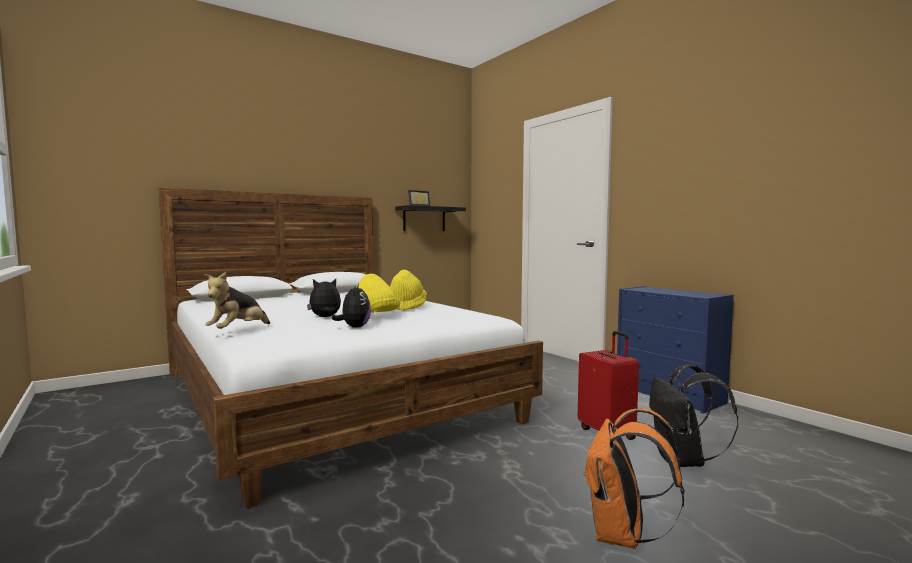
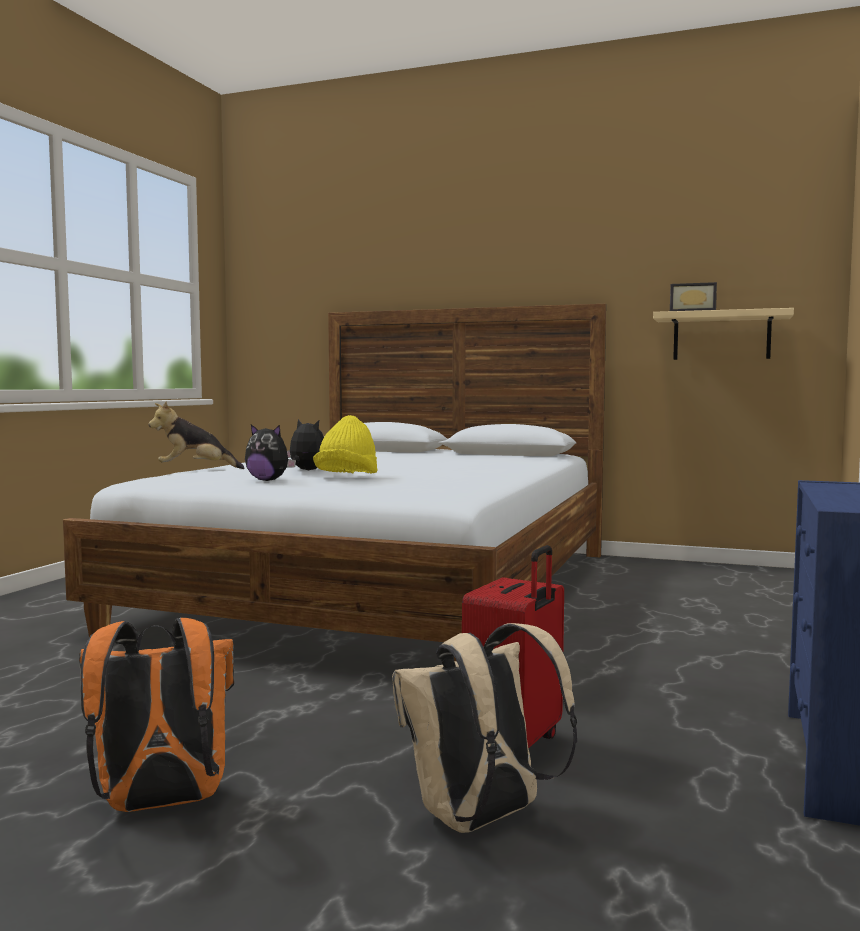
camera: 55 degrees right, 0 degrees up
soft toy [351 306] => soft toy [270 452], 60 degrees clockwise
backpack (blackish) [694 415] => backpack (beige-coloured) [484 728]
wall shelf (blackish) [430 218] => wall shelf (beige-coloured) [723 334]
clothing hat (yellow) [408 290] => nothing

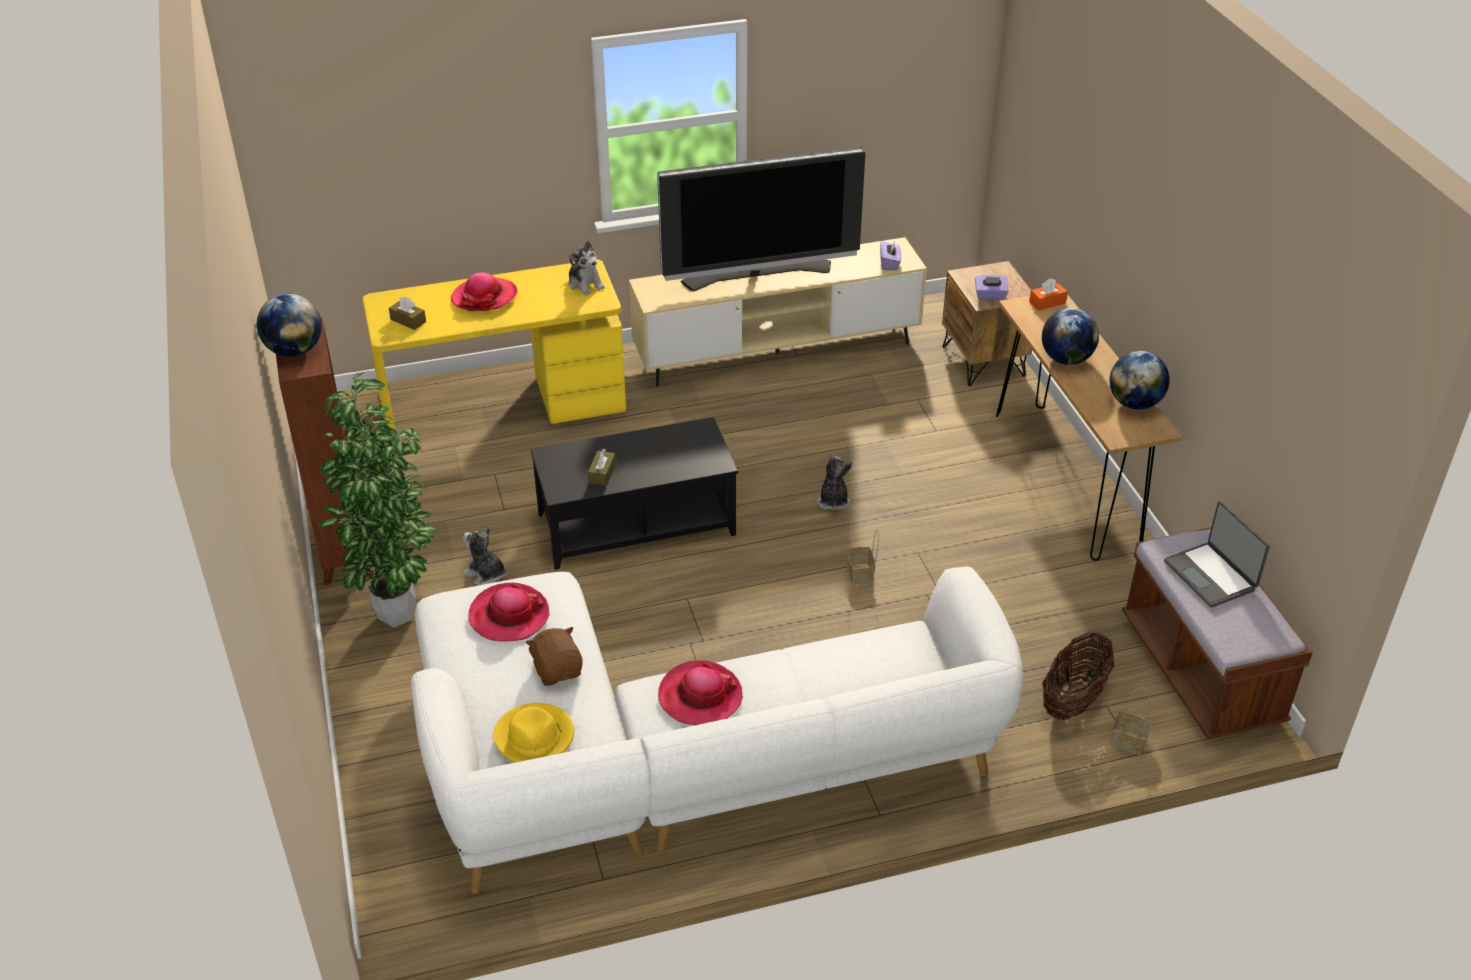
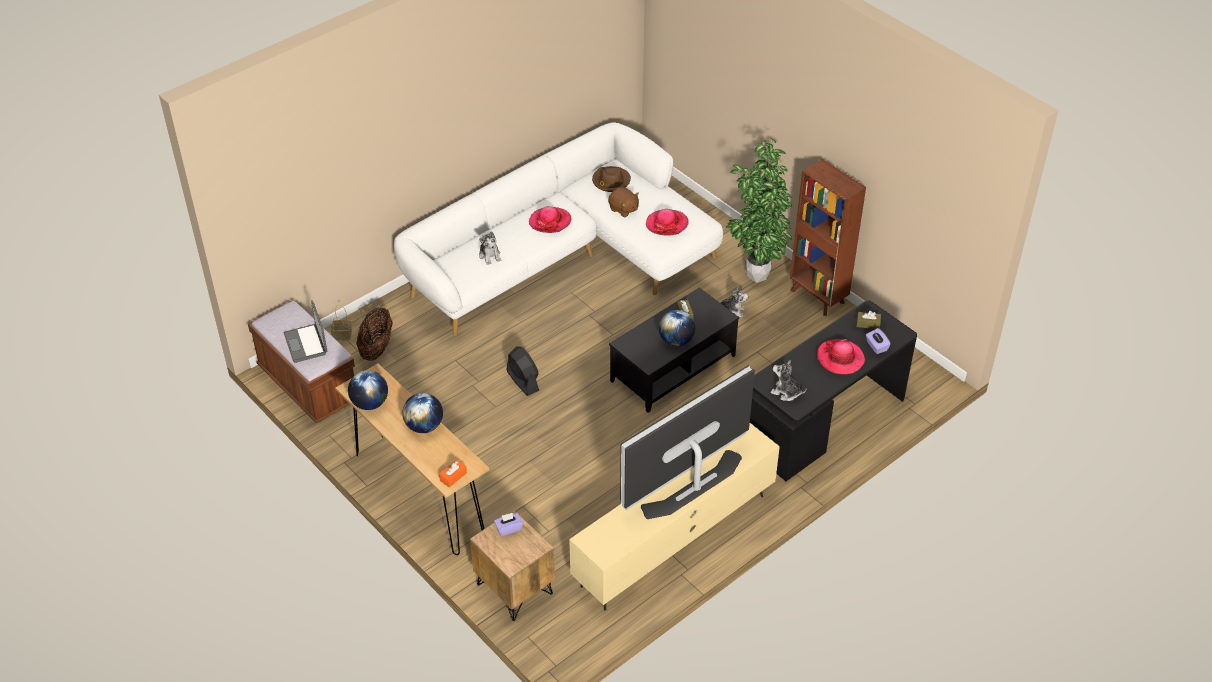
camera: 155 degrees right, 5 degrees up
portable computer [1217 554] => portable computer [305 331], 150 degrees counterclockwise
soft toy [835 483] => soft toy [490 248], move
household basket [863 557] => electric fan (blackish) [523 371]
clothing hat (yellow) [533 733] => clothing hat (brown-coloured) [611 179]
desk globe [289 325] => desk globe [677 327], move
desk unit (yellow) [494 352] => desk unit (blackish) [833 391]
box of tissues (purplish) [890 255] => box of tissues (purplish) [878 341], move

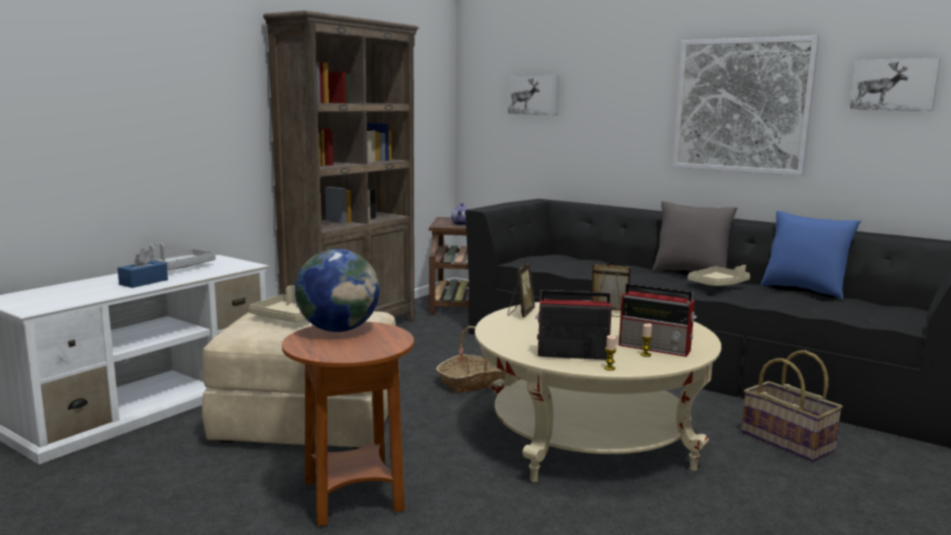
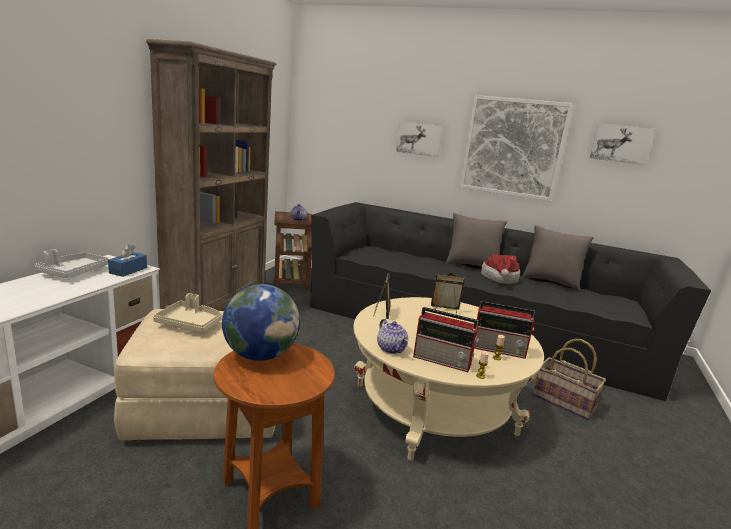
camera: 15 degrees left, 5 degrees up
box of tissues (bluish) [142 268] => box of tissues (bluish) [127 260], move
nothing => pot for tea [393 336]
picture [533 95] => picture [419 139], move
radio set [573 325] => radio set [446 339], 150 degrees counterclockwise
serving tray (beige-coloured) [719 275] => clothing hat [500 269]
throw pillow (bluish) [810 255] => throw pillow (greyish) [558 258]
household basket [471 359] => nothing

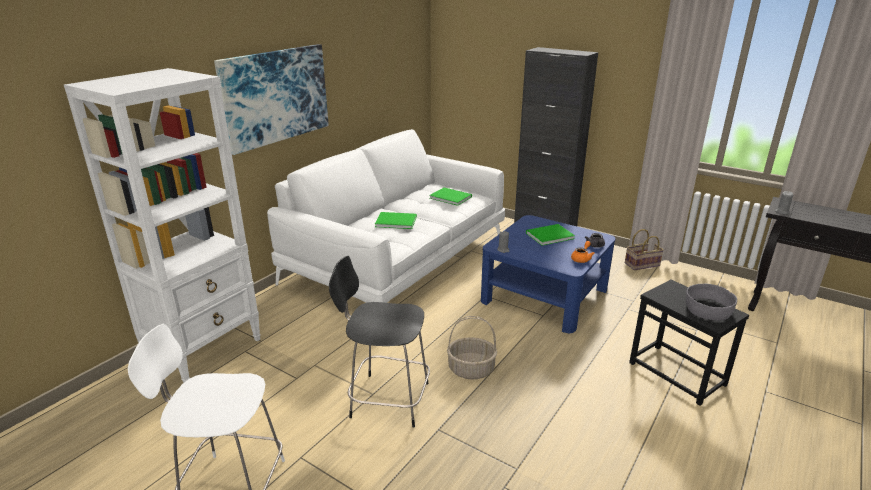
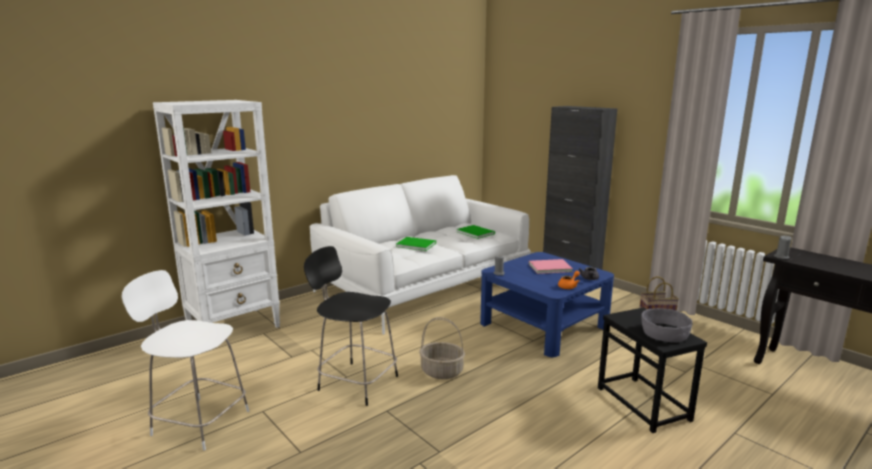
camera: 15 degrees right, 10 degrees down
bound book (green-coloured) [550 235] => bound book (pinkish) [551 266]
picture [271 99] => nothing

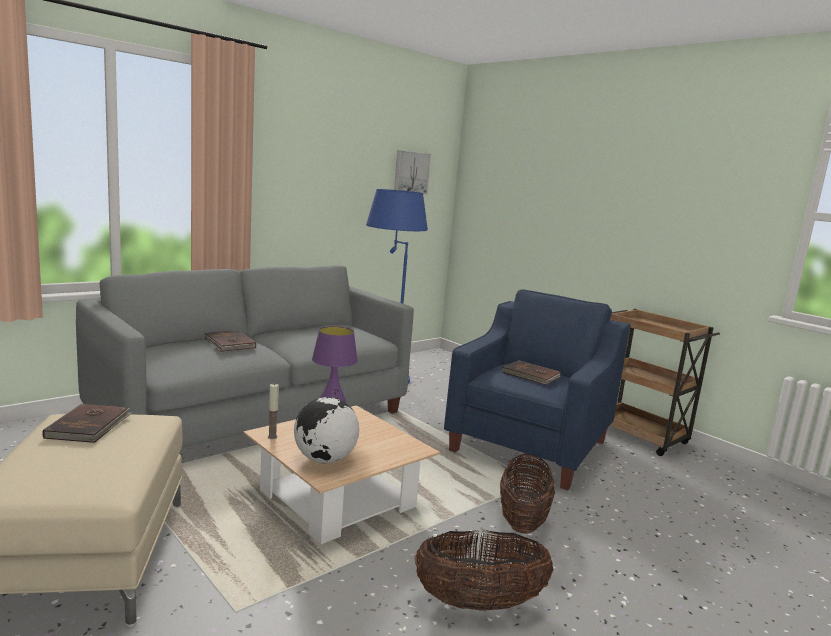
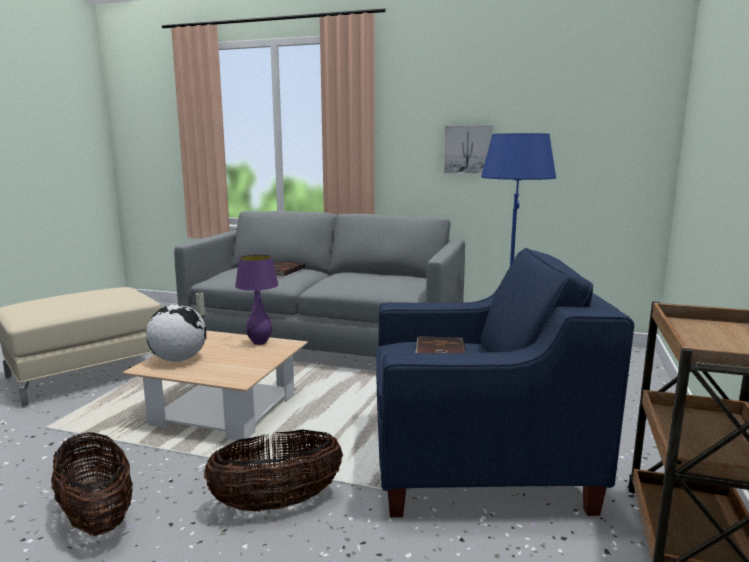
camera: 60 degrees right, 0 degrees up
picture [412 172] => picture [468 149], move
bound book (brown-coloured) [87 423] => nothing

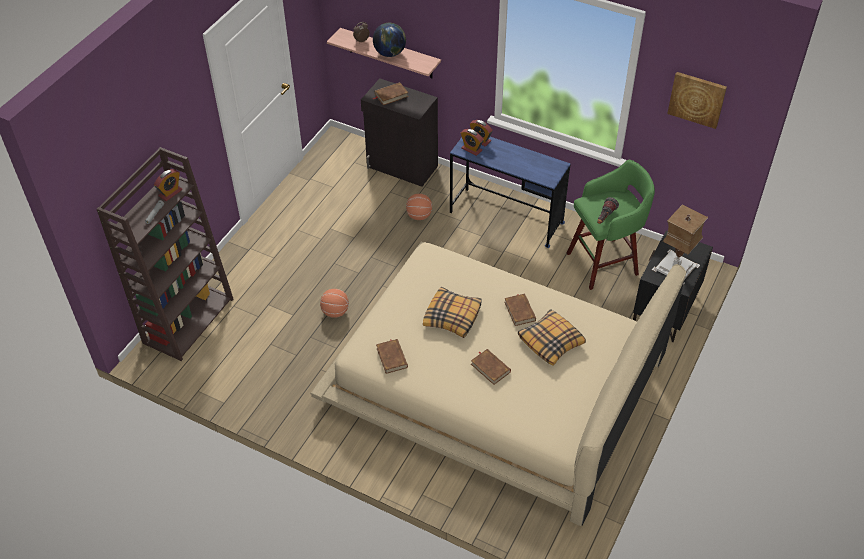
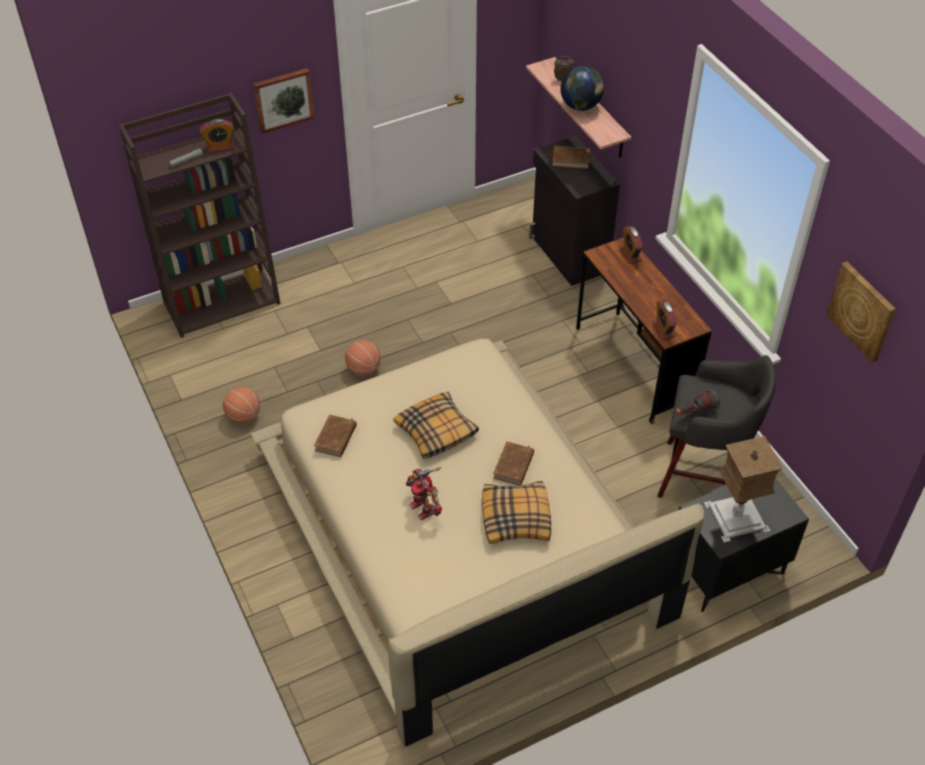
camera: 35 degrees right, 0 degrees up
ball for basketball [419 207] => ball for basketball [241 405], move
nothing => picture [284 101]
bound book (brown-coloured) [491 367] => toy robot [424 493]
desk unit (bluish) [510 192] => desk unit (brown-coloured) [644 330]
table clock [472 142] => table clock [664 320], move
stool seat (green-coloured) [611 225] => stool seat (greyish) [716 426]

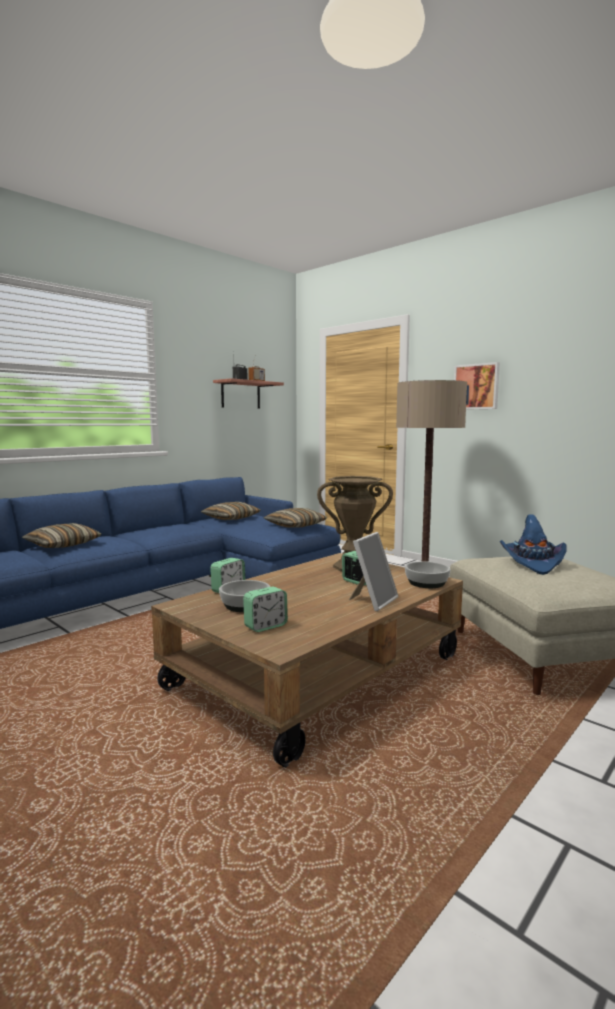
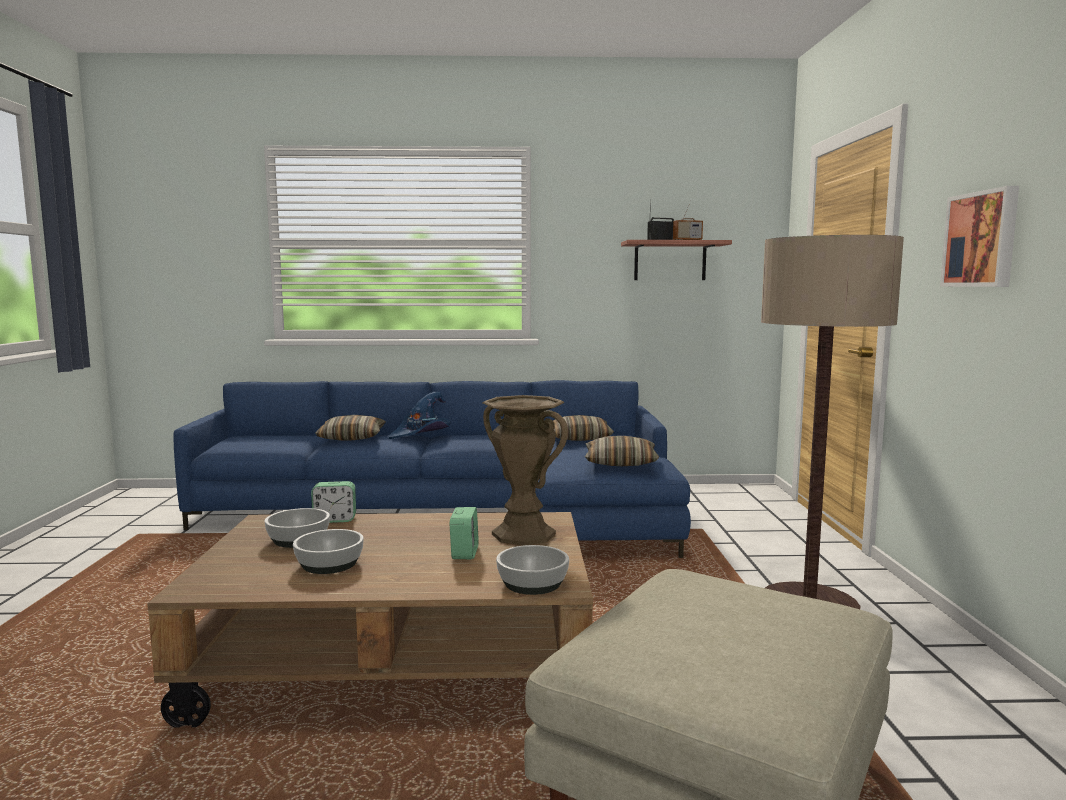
camera: 45 degrees right, 0 degrees up
nothing => deep dish [328 551]
clothing hat (bluish) [533 544] => clothing hat (bluish) [419 415], move
table clock [265 609] => nothing
picture frame [373 571] => nothing

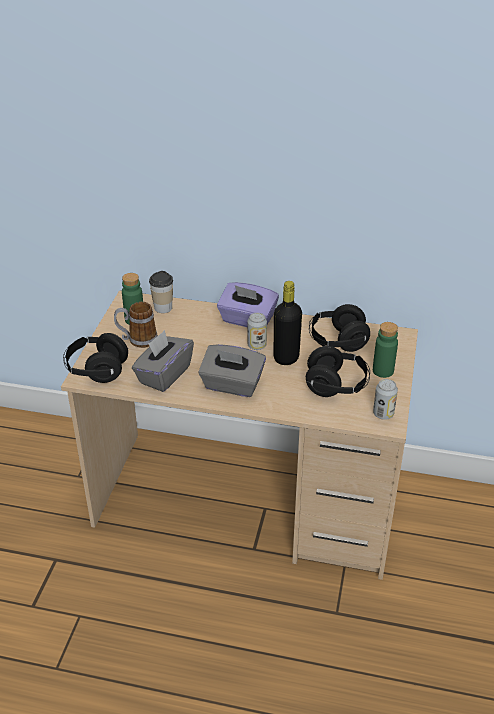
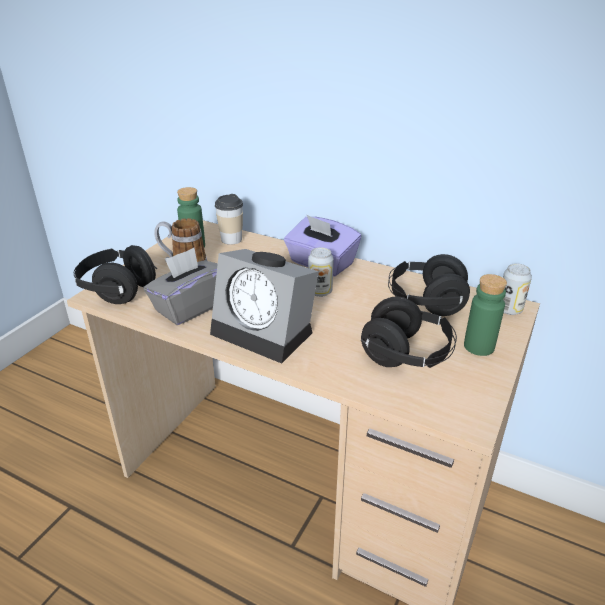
camera: 15 degrees right, 5 degrees down
box of tissues (greyish) [232 370] => table clock [264 306]
can [385 399] => can [517 289], move
bottle (blackish) [288 323] => nothing

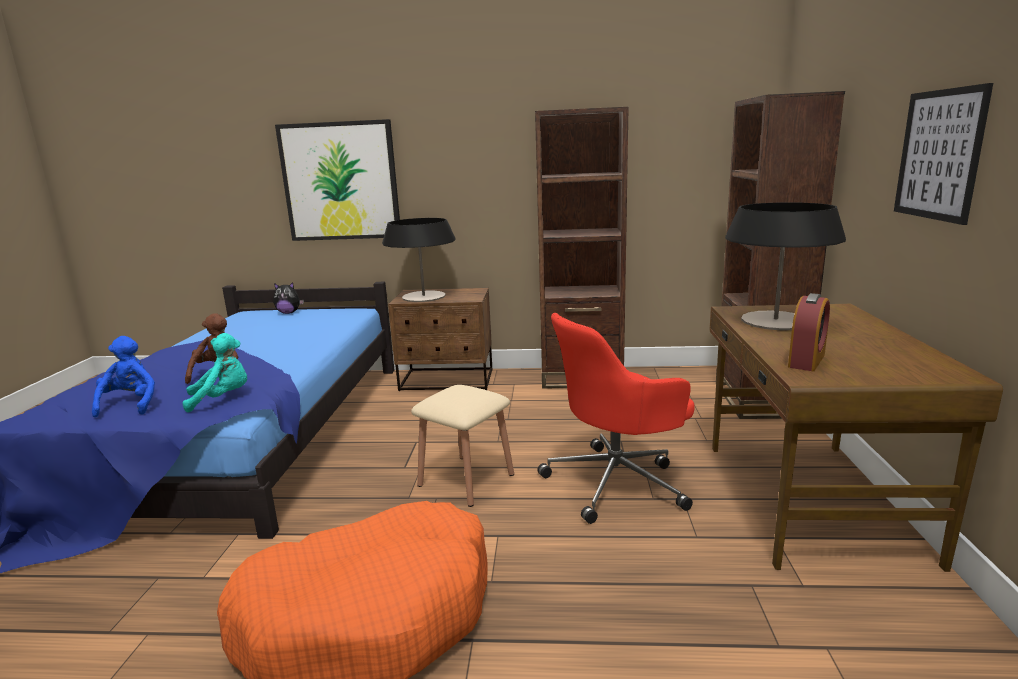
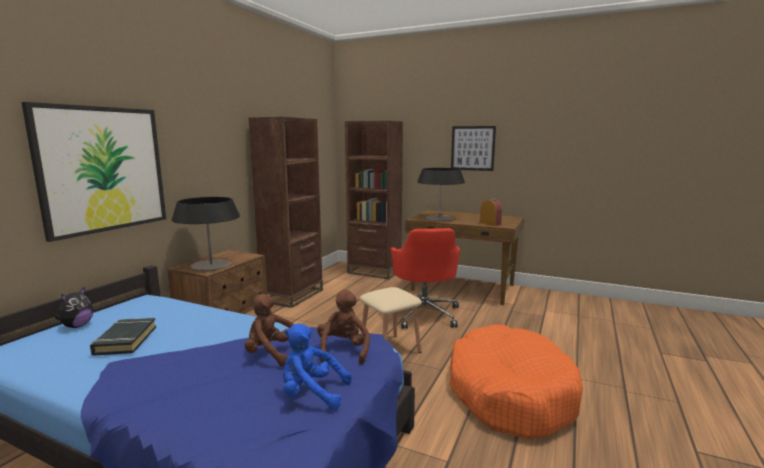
camera: 70 degrees left, 5 degrees down
nothing => bound book (blackish) [123 337]
soft toy (turquoise) [214 372] => soft toy (brown-coloured) [343 327]

